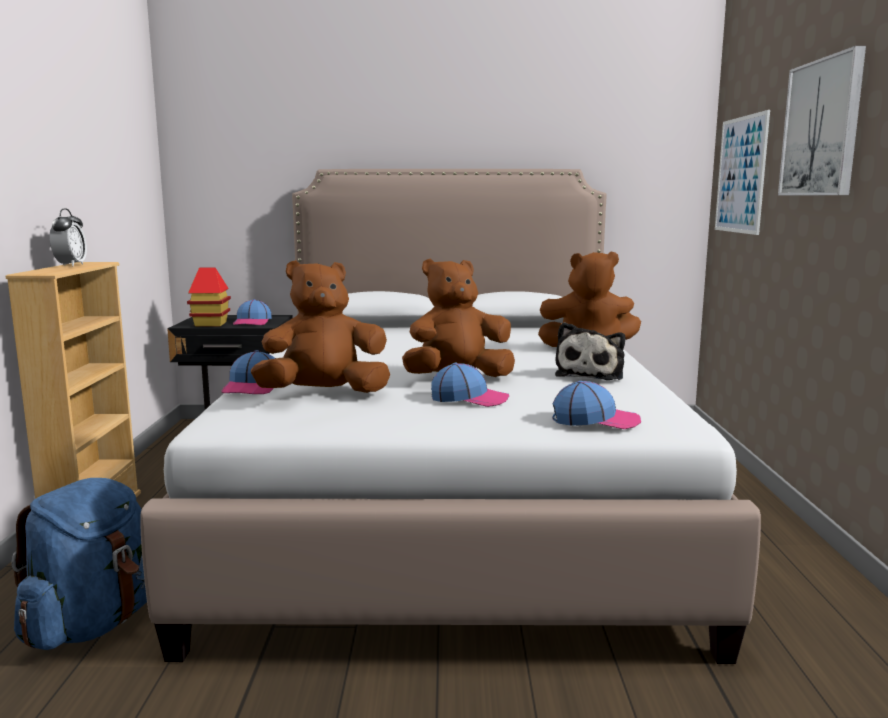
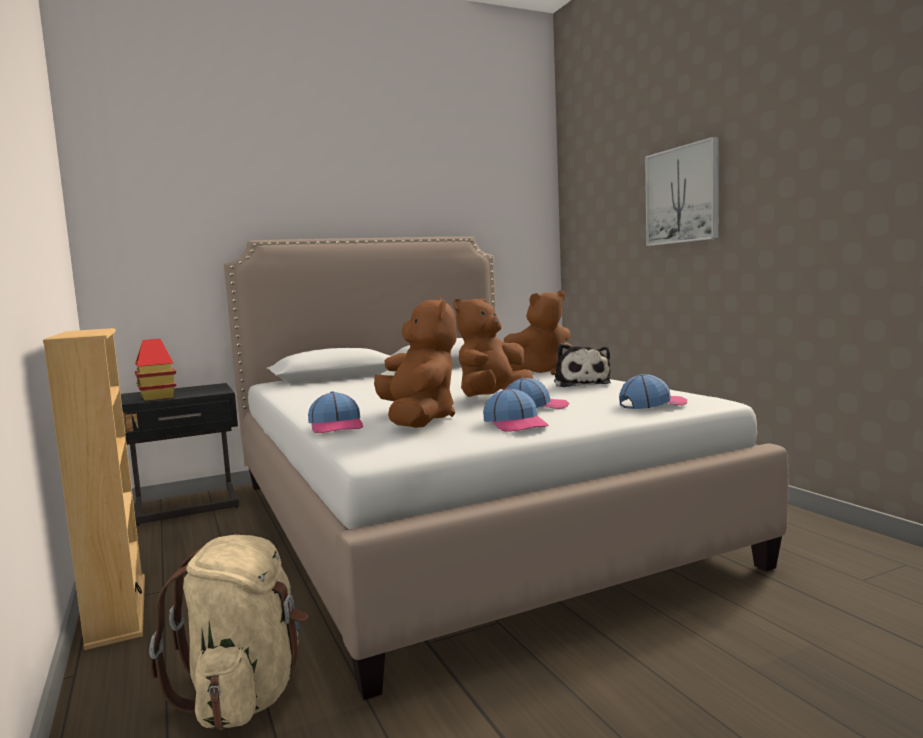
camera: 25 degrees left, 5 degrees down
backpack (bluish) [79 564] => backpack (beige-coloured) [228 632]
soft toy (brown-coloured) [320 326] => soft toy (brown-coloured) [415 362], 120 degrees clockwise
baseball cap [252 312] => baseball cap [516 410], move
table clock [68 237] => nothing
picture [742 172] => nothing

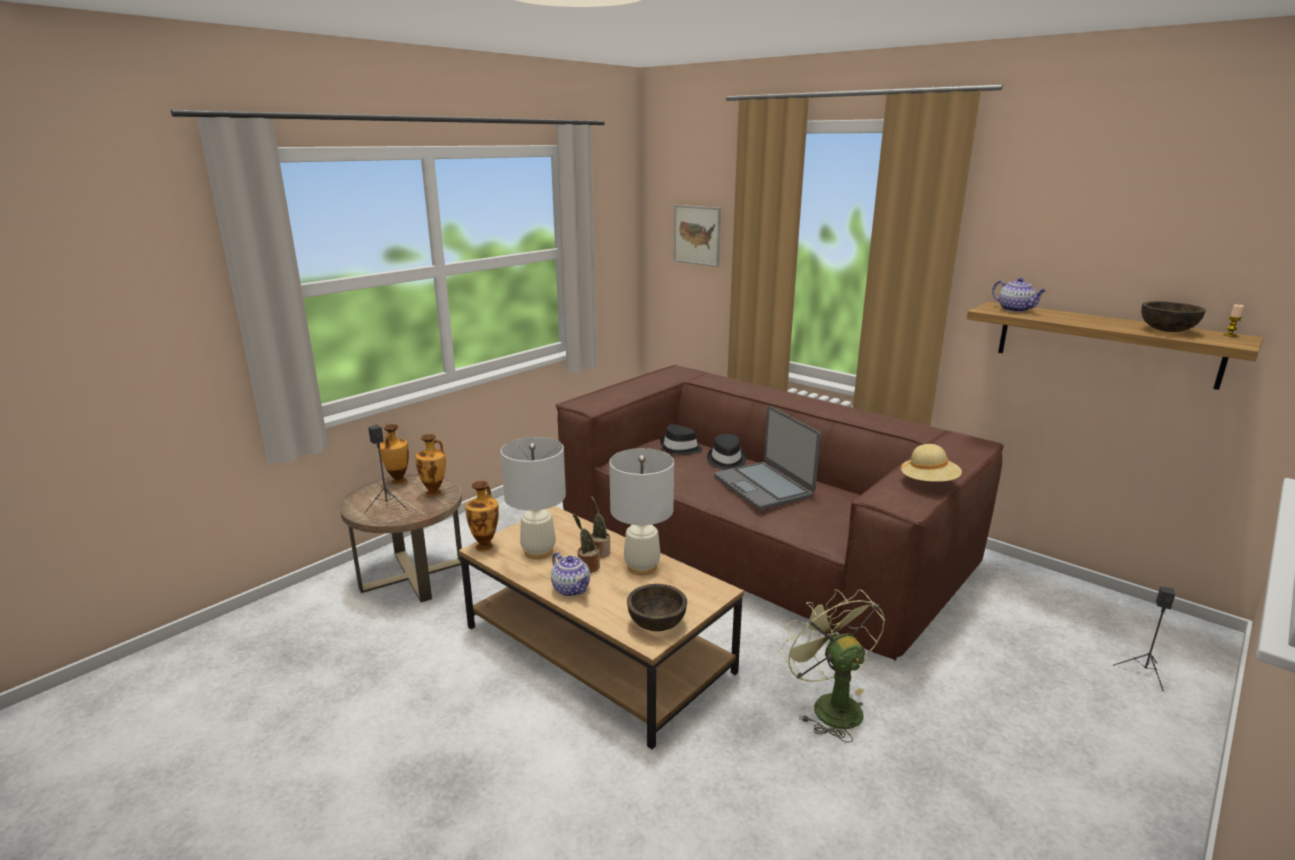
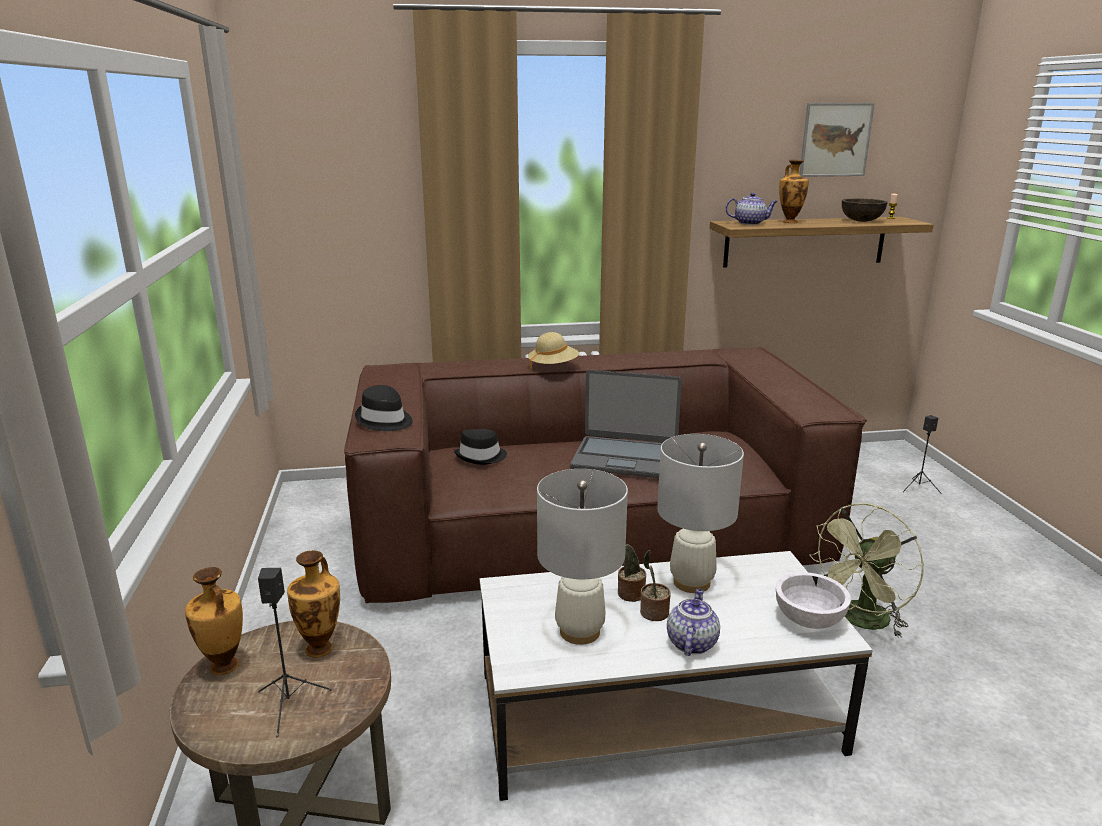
camera: 50 degrees left, 0 degrees up
clothing hat (blackish) [726 452] => clothing hat (blackish) [384 408], move
low table (brown-coloured) [601 627] => low table (white-coloured) [675 676]
clothing hat (beige-coloured) [930 463] => clothing hat (beige-coloured) [553 351], move
pot for tea [570 574] => pot for tea [693 622], 75 degrees counterclockwise
deep dish (brown-coloured) [657 607] => deep dish (white-coloured) [813 600]
decorative vase [482 516] => decorative vase [794 191], move
picture [697 236] => picture [837 140], move
electric fan (green-coloured) [832 666] => electric fan (green-coloured) [866 570], 60 degrees counterclockwise

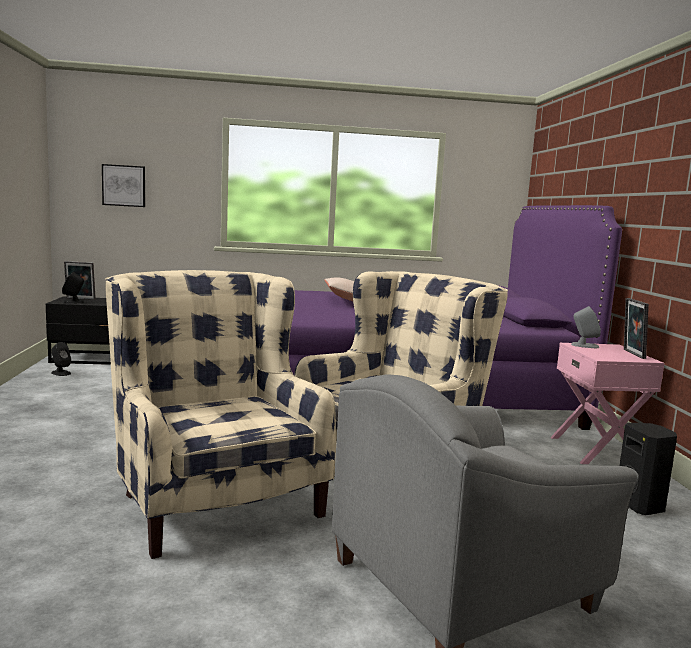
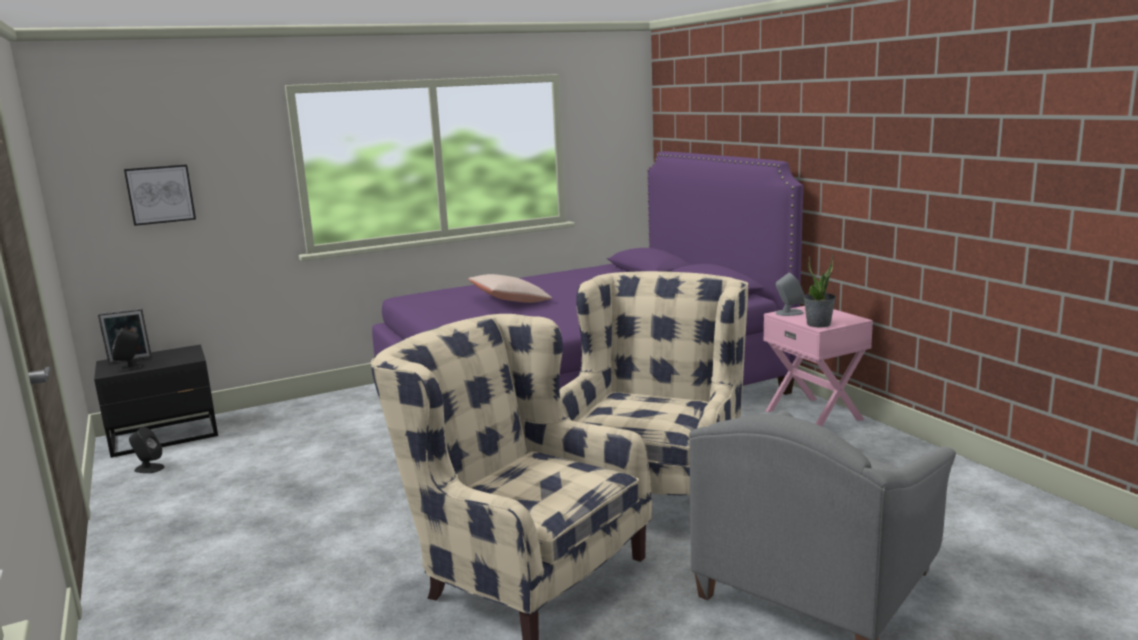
camera: 20 degrees left, 5 degrees up
nothing => potted plant [819 291]
loudspeaker (blackish) [648 469] => nothing
picture frame [636 328] => nothing

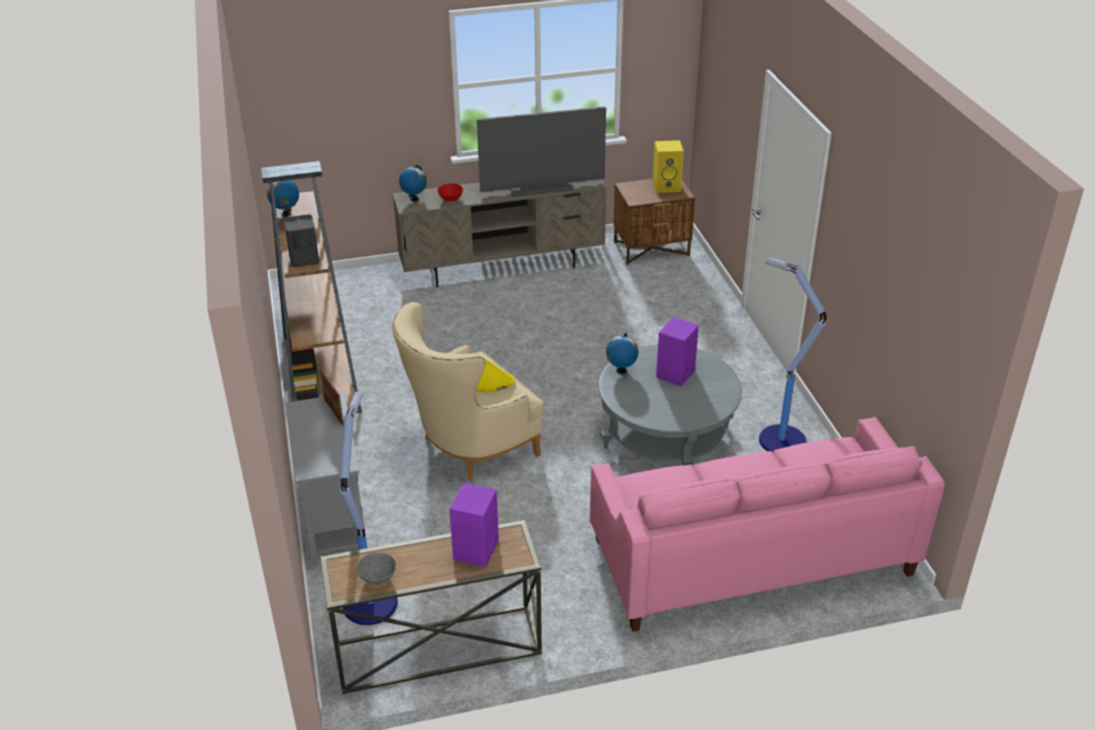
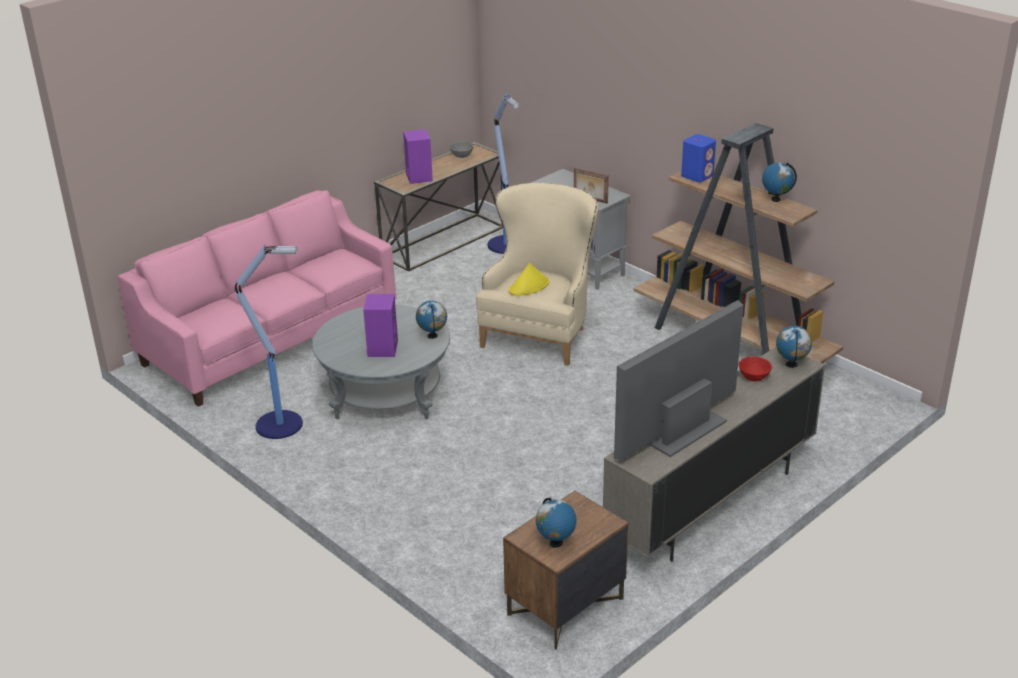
camera: 150 degrees right, 5 degrees down
loudspeaker (yellow) [668 166] => desk globe [556 522]
loudspeaker (greyish) [301 240] => loudspeaker (bluish) [698 158]

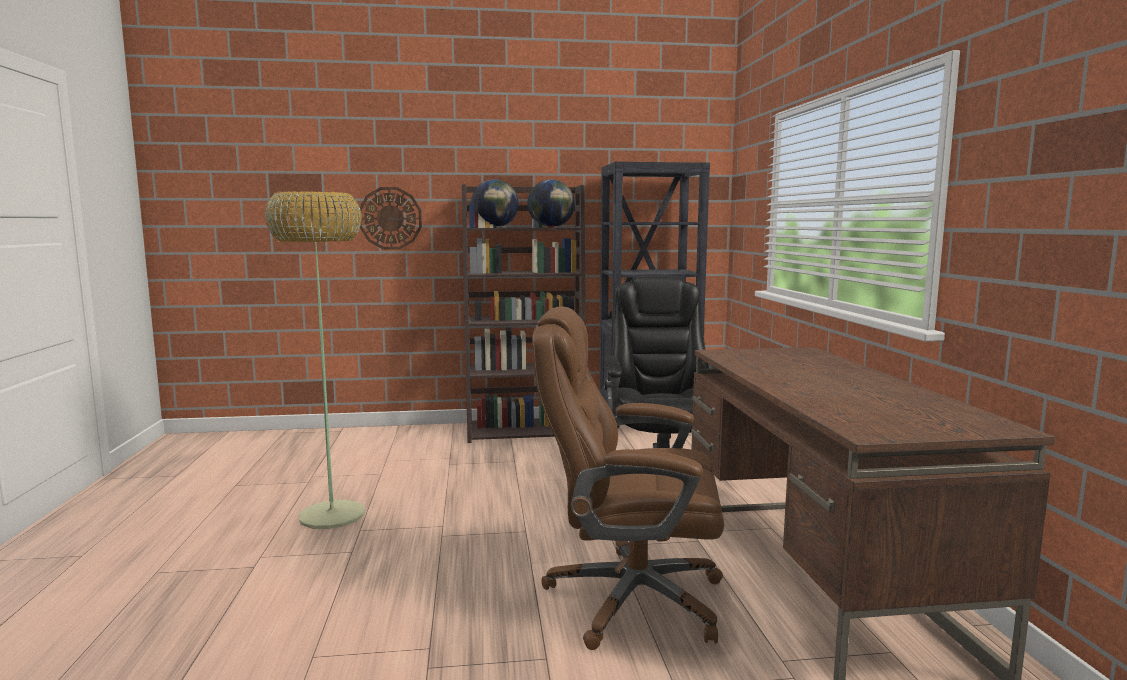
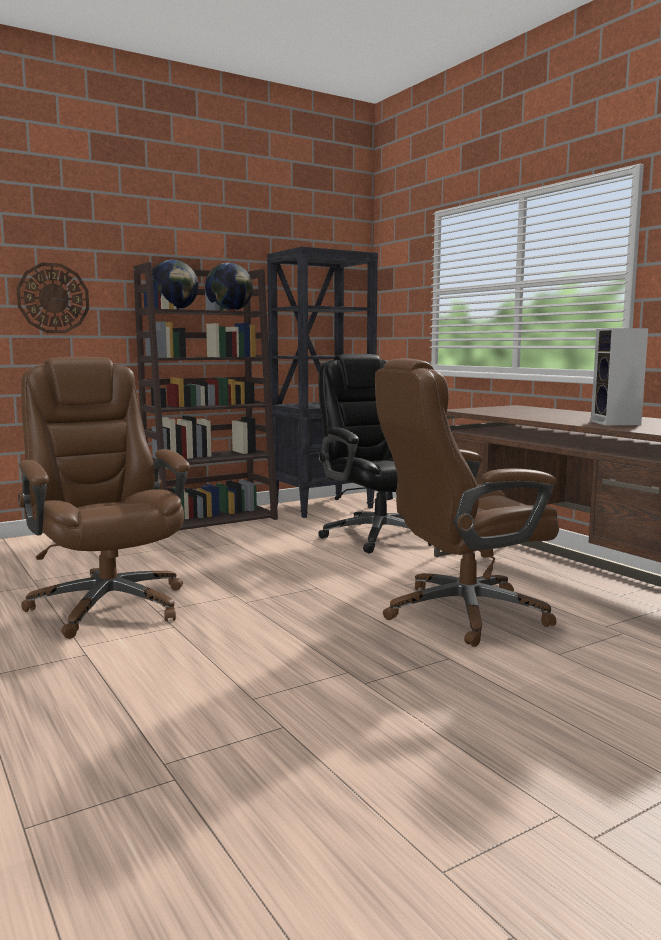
camera: 25 degrees left, 0 degrees up
standing lamp [315 360] => computer chair (brown-coloured) [104 498]
nothing => loudspeaker [619 377]

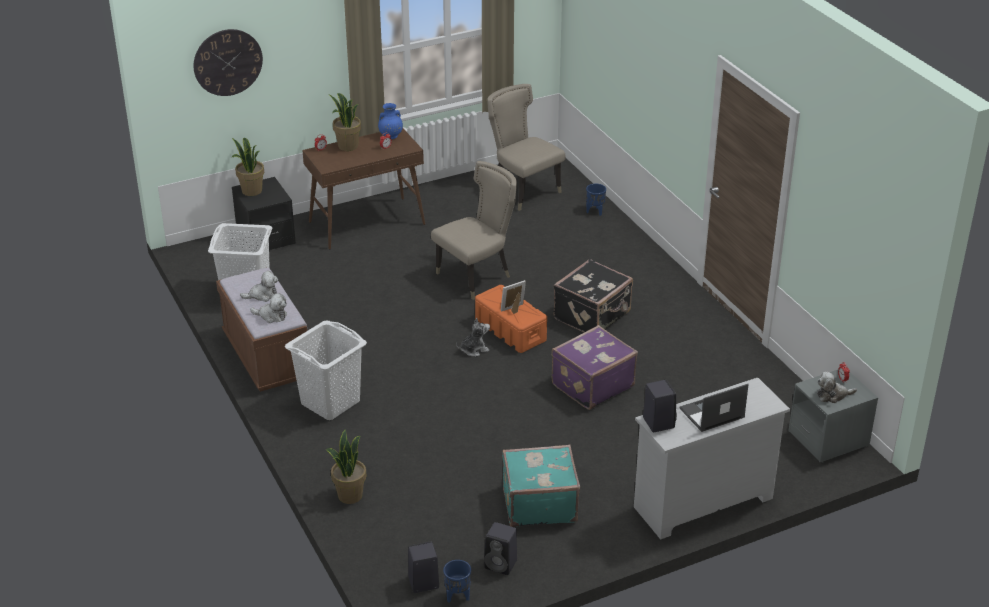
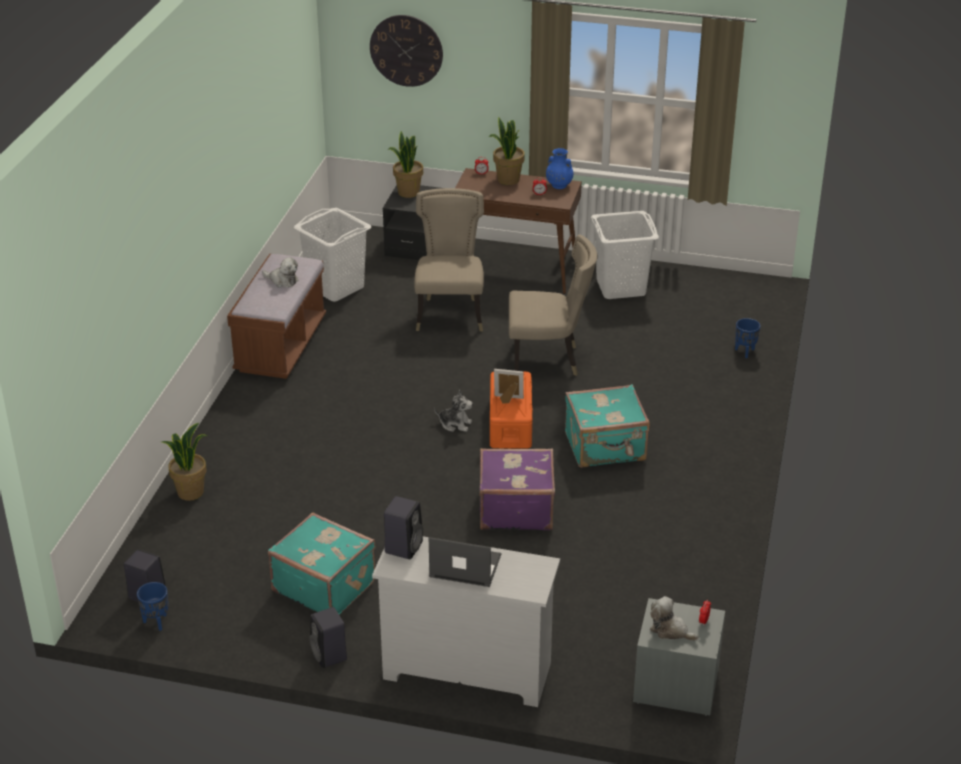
camera: 40 degrees right, 0 degrees up
loudspeaker (blackish) [500 548] => loudspeaker (blackish) [328 637], move
upright chair (beige-coloured) [526 147] => upright chair (beige-coloured) [449 259], move
suitcase (blackish) [593 296] => suitcase (turquoise) [607 426]
washing basket (white-coloured) [326 370] => washing basket (white-coloured) [625 255], move
soft toy [268 308] => nothing

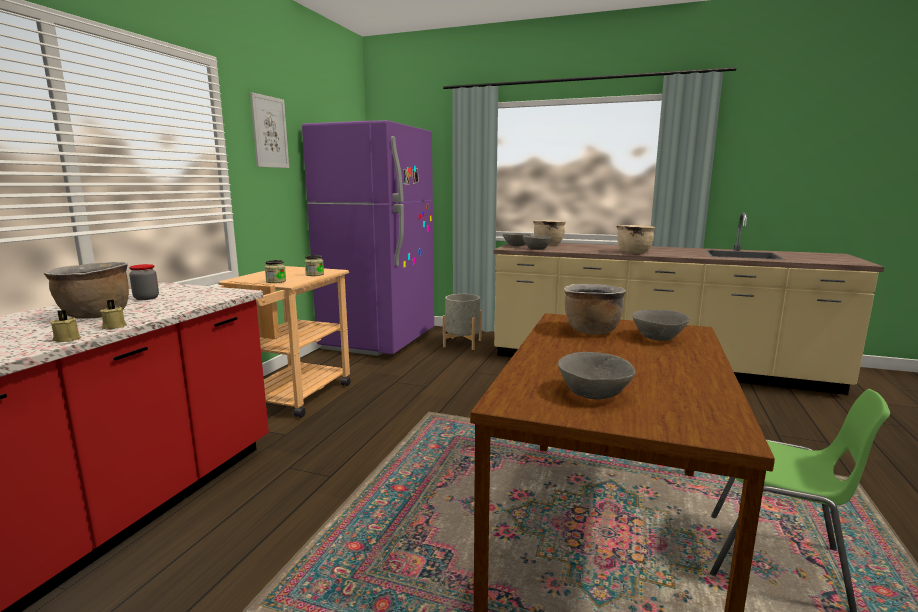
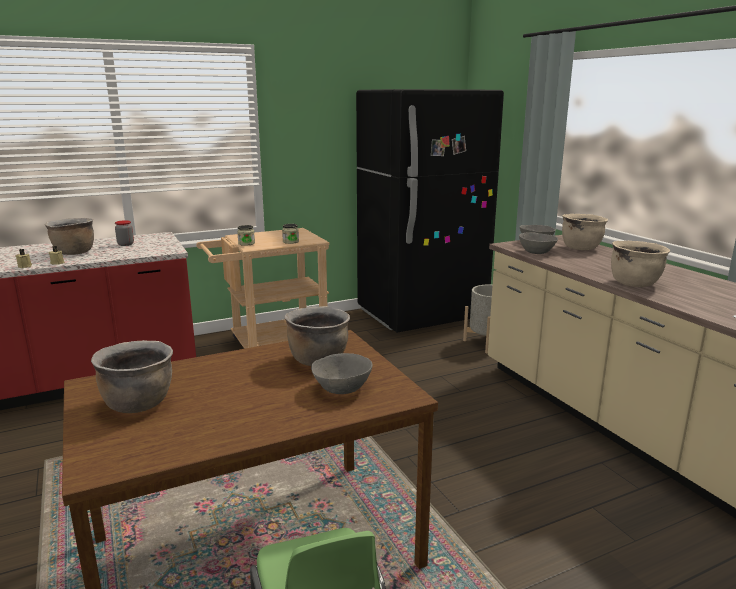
camera: 45 degrees right, 5 degrees up
deep dish (greyish) [596 375] => saucepot (brown-coloured) [132 376]
fridge (purplish) [368 238] => fridge (blackish) [430 211]
picture [269 130] => nothing

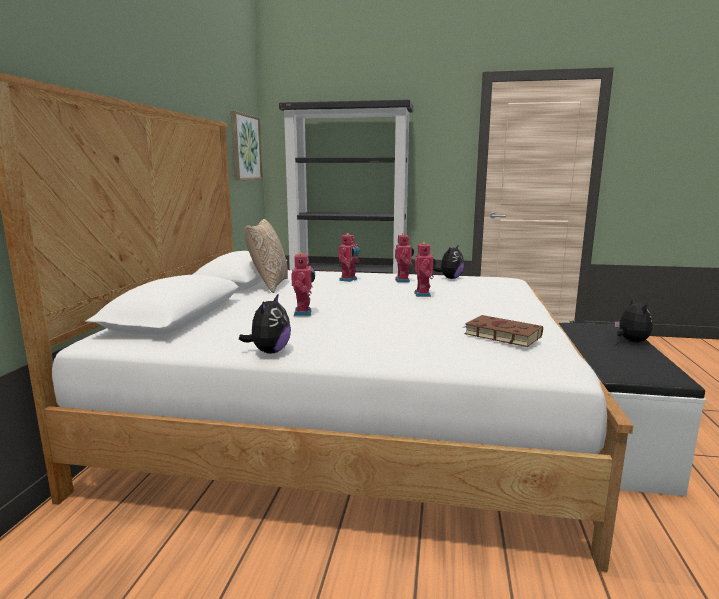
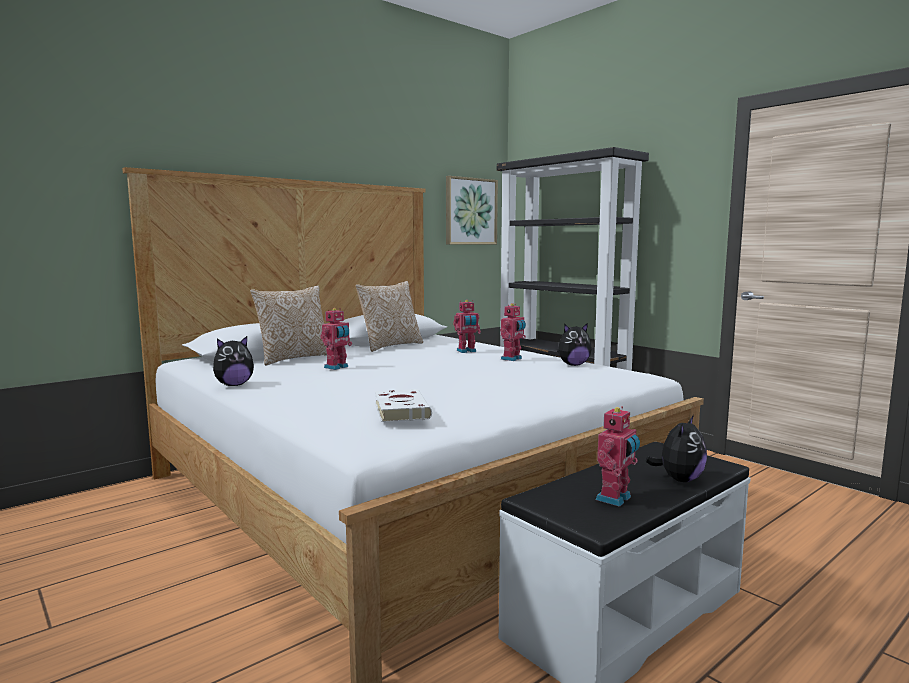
camera: 40 degrees right, 5 degrees down
nothing => throw pillow [288 325]
bound book (brown-coloured) [503 331] => bound book (white-coloured) [403 405]
toy robot [425 269] => toy robot [618 456], move

